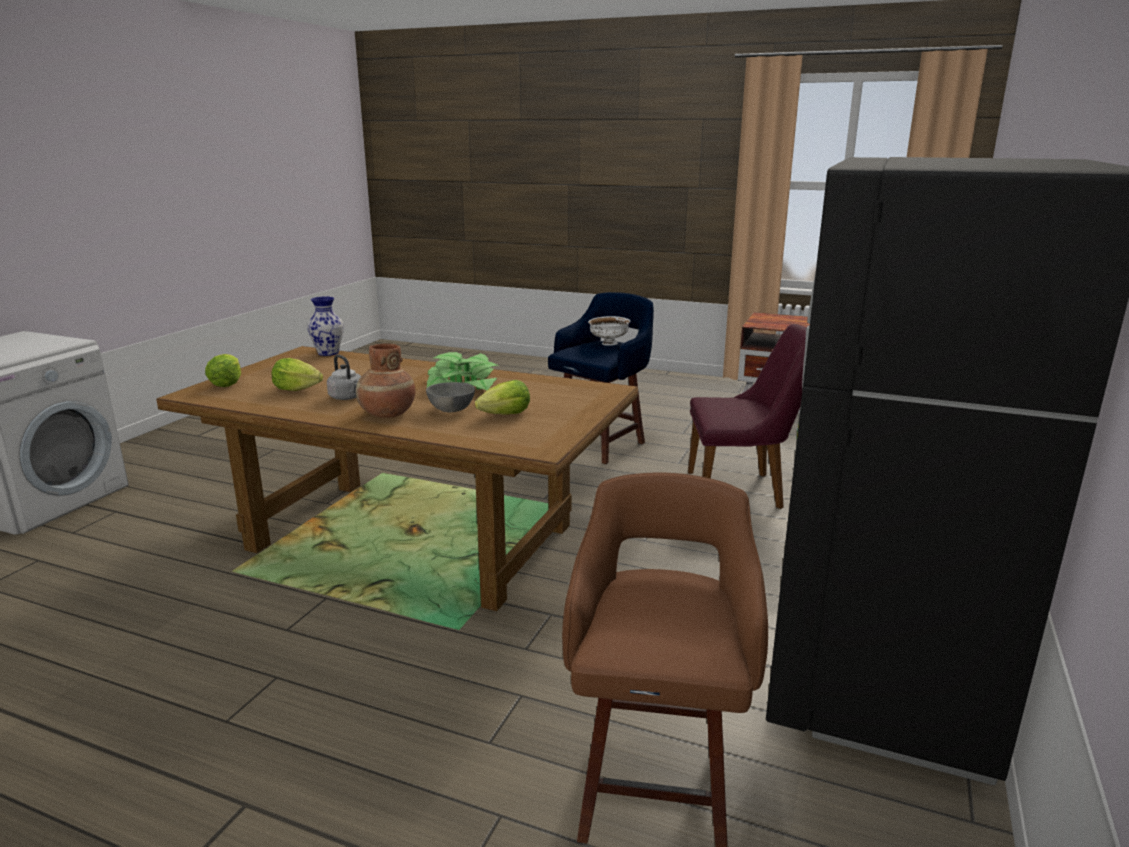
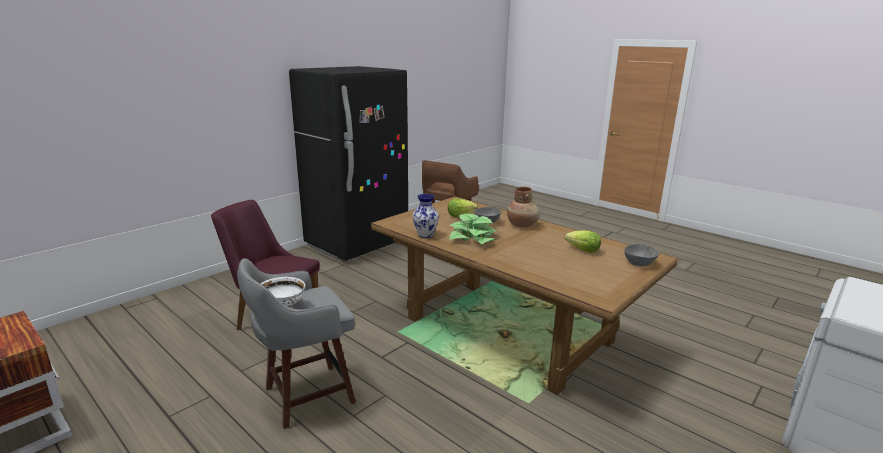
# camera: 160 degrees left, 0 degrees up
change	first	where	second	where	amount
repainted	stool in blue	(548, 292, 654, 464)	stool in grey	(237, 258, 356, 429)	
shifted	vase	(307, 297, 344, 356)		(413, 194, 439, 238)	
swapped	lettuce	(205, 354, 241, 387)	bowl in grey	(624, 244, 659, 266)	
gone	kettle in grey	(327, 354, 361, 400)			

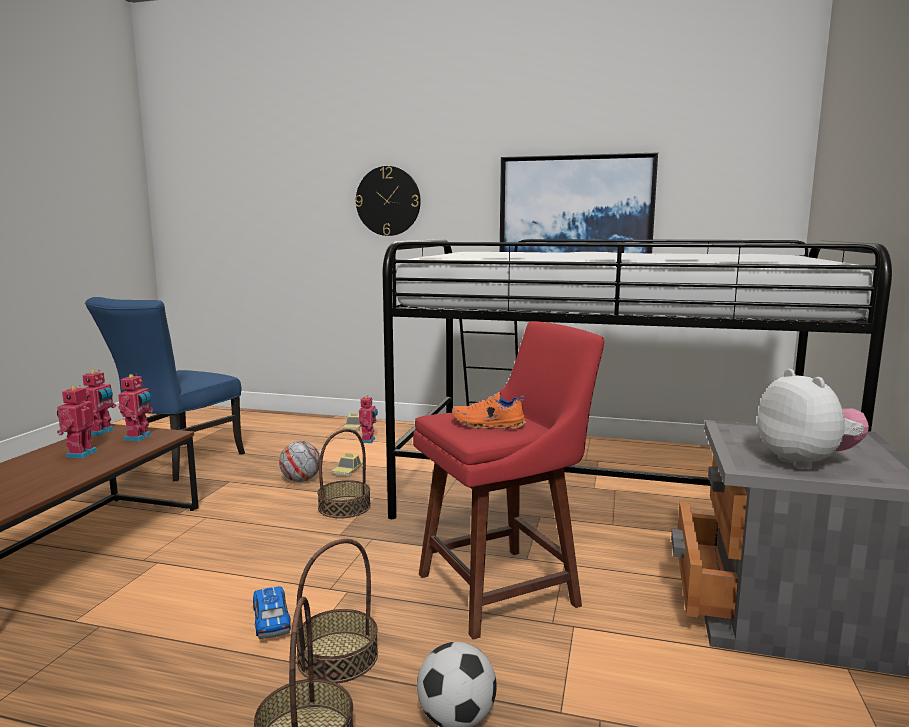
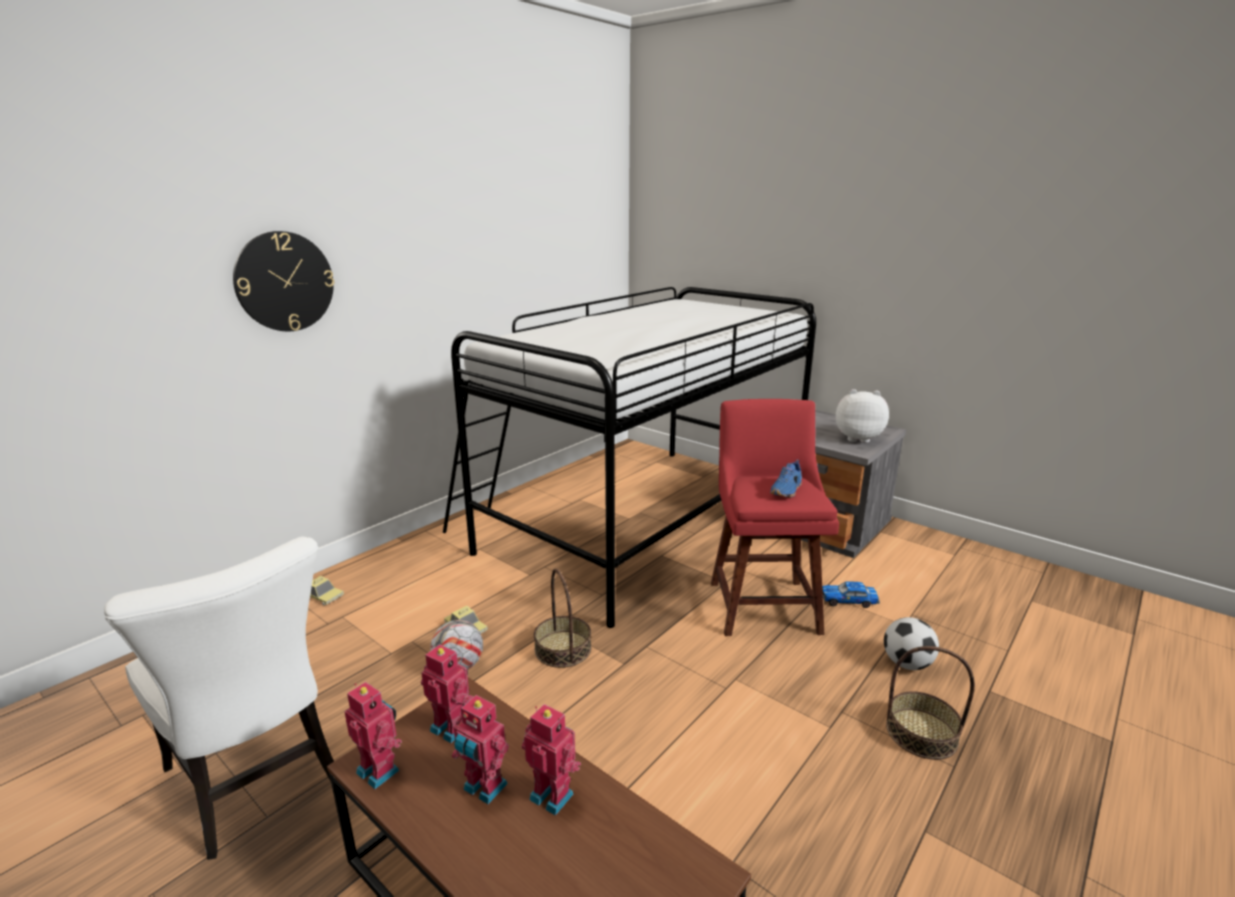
# camera: 65 degrees left, 10 degrees up
change	first	where	second	where	amount
repainted	chair in blue	(85, 297, 245, 481)	chair in white	(104, 536, 334, 860)	
shifted	toy robot	(359, 395, 378, 443)		(522, 704, 581, 816)	
repainted	shoe in orange	(452, 392, 526, 429)	shoe in blue	(770, 459, 802, 498)	
shifted	toy car	(253, 586, 290, 639)		(822, 581, 880, 608)	
gone	basket	(296, 539, 378, 683)			
gone	picture	(500, 152, 658, 253)			

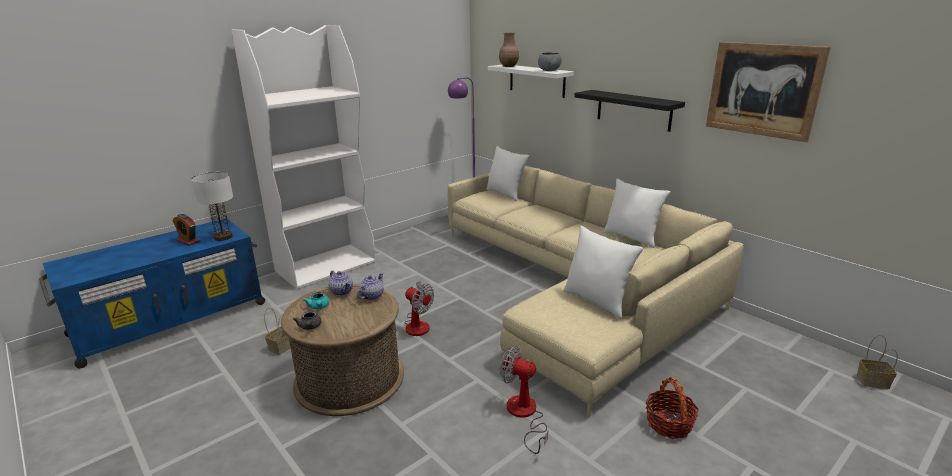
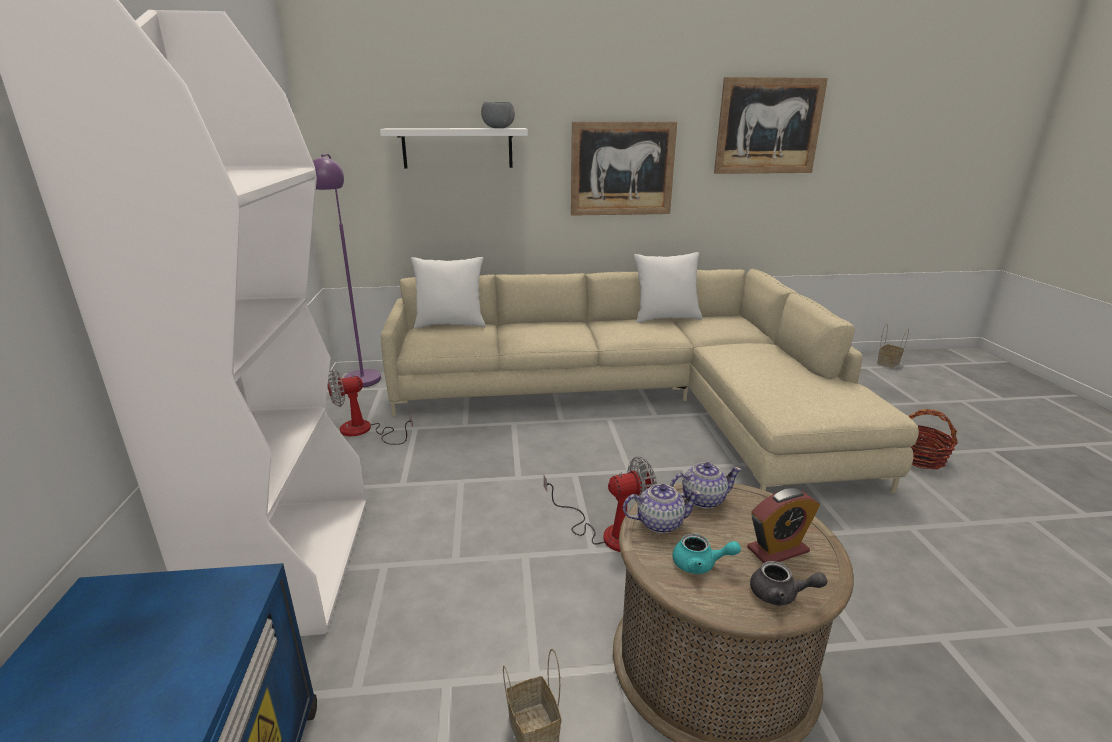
# camera: 55 degrees left, 0 degrees up
change	first	where	second	where	amount
shifted	fan	(500, 346, 548, 454)		(328, 369, 413, 445)	
swapped	shelf in black	(574, 90, 685, 132)	picture	(571, 122, 677, 216)	
rotated	teapot	(357, 273, 383, 300)		(670, 462, 742, 509)	105 degrees clockwise
shifted	alarm clock	(173, 214, 200, 246)		(747, 488, 820, 563)	
gone	table lamp	(191, 172, 233, 241)			
gone	vase in brown	(499, 33, 519, 67)			
gone	pillow in white	(563, 225, 643, 319)			

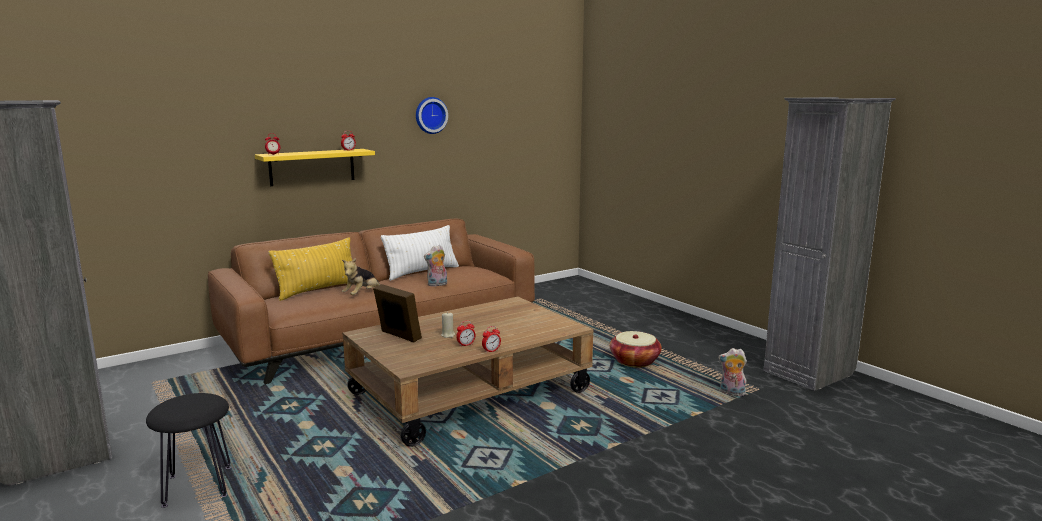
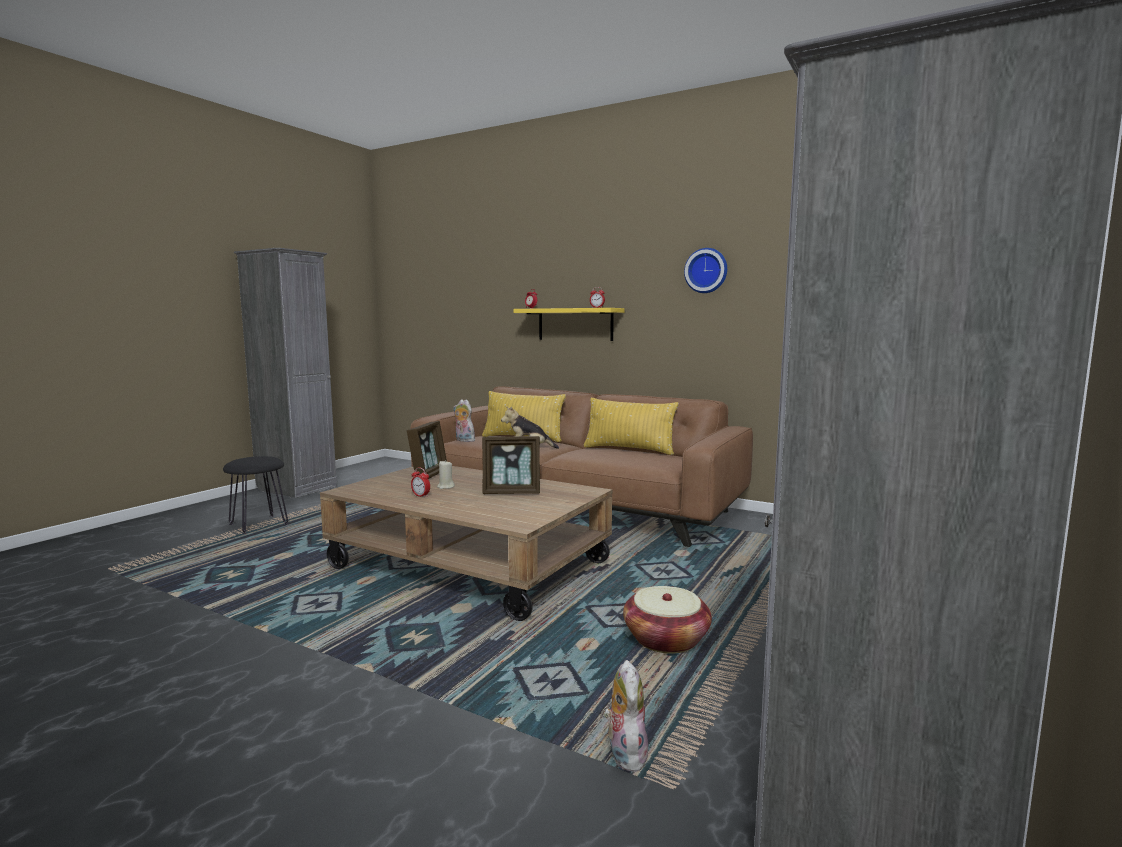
# camera: 65 degrees right, 5 degrees down
change	first	where	second	where	amount
shifted	plush toy	(424, 245, 447, 287)		(453, 399, 475, 442)	
new			picture frame	(482, 436, 540, 494)	
repainted	pillow in white	(381, 225, 459, 281)	pillow in yellow	(584, 398, 679, 455)	
gone	alarm clock	(482, 326, 501, 353)			

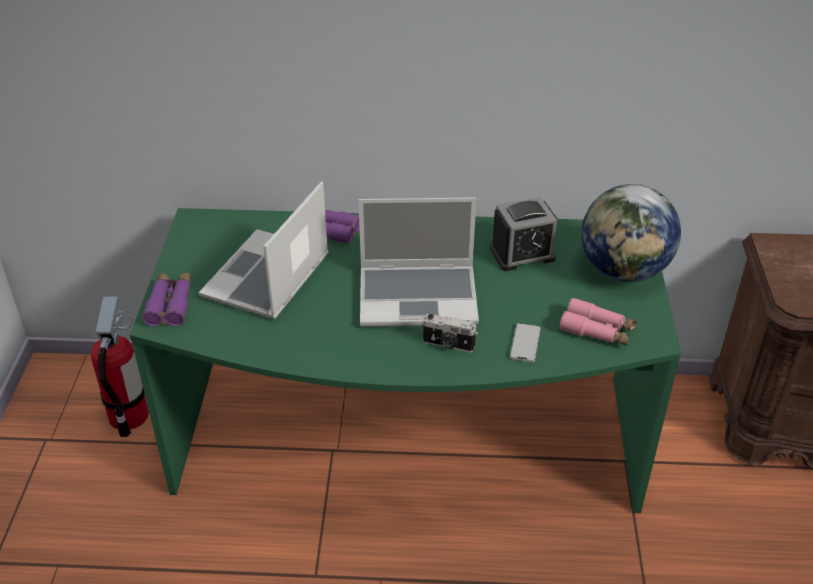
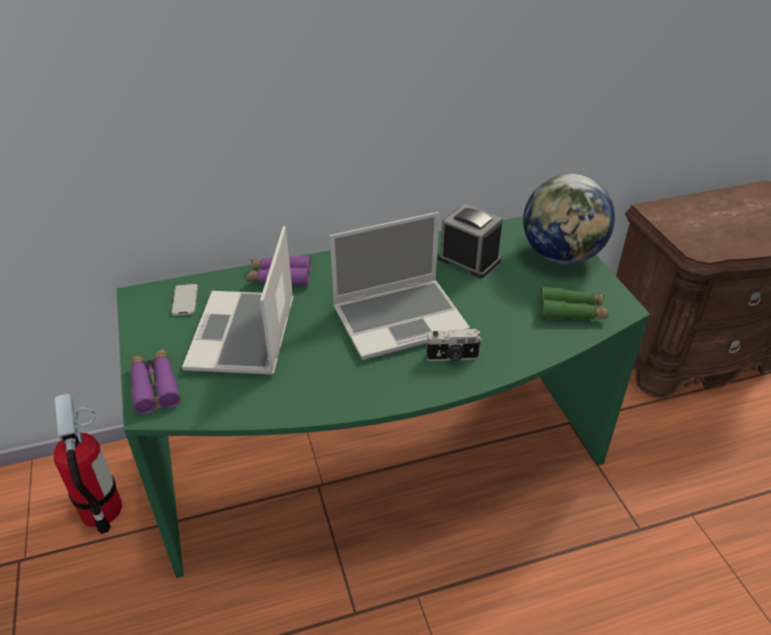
# camera: 20 degrees left, 0 degrees up
change	first	where	second	where	amount
shifted	phone	(510, 323, 541, 363)		(171, 283, 198, 316)	
rotated	alarm clock	(490, 197, 557, 271)		(438, 204, 503, 278)	105 degrees counterclockwise
repainted	binoculars in pink	(559, 297, 637, 346)	binoculars in green	(540, 287, 609, 320)	

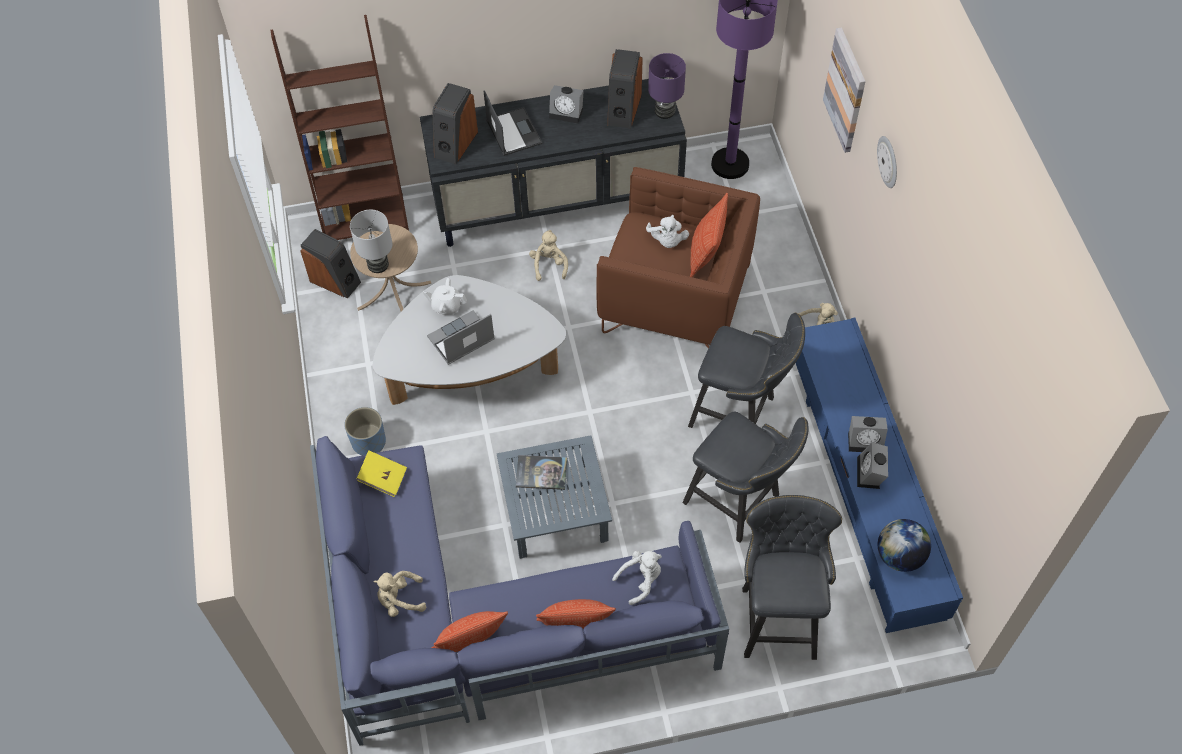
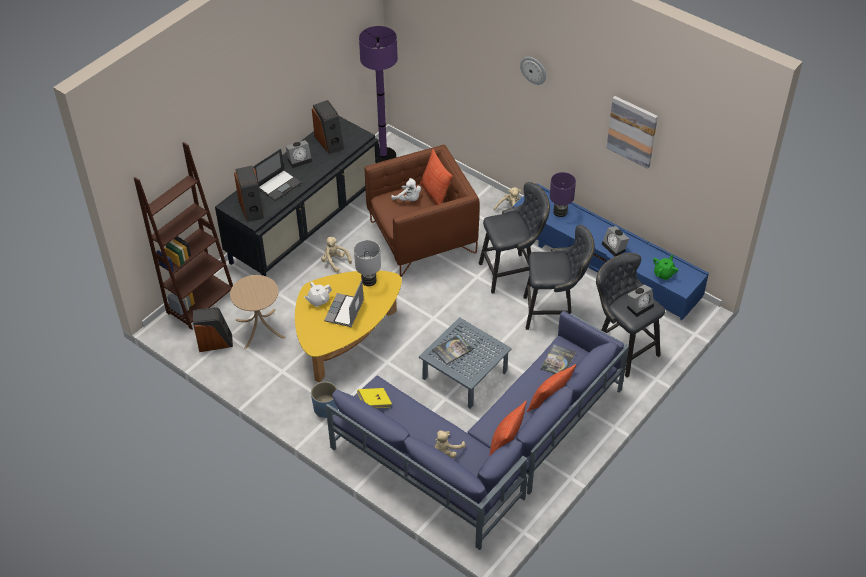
# camera: 40 degrees left, 10 degrees down
change	first	where	second	where	amount
rotated	laptop	(484, 90, 542, 156)		(253, 149, 302, 201)	105 degrees clockwise
repainted	coffee table in white	(373, 275, 566, 405)	coffee table in yellow	(295, 271, 402, 382)	
shifted	table lamp in grey	(350, 210, 392, 273)		(354, 240, 381, 286)	
swapped	plush toy in white	(612, 551, 662, 605)	book	(541, 344, 576, 374)	
shifted	table lamp in purple	(648, 53, 686, 119)		(550, 172, 576, 217)	
shifted	picture	(823, 27, 866, 153)		(606, 96, 658, 169)	
shifted	alarm clock	(848, 416, 888, 452)		(627, 285, 654, 317)	
swapped	globe	(878, 519, 931, 572)	teapot in green	(653, 255, 678, 280)	

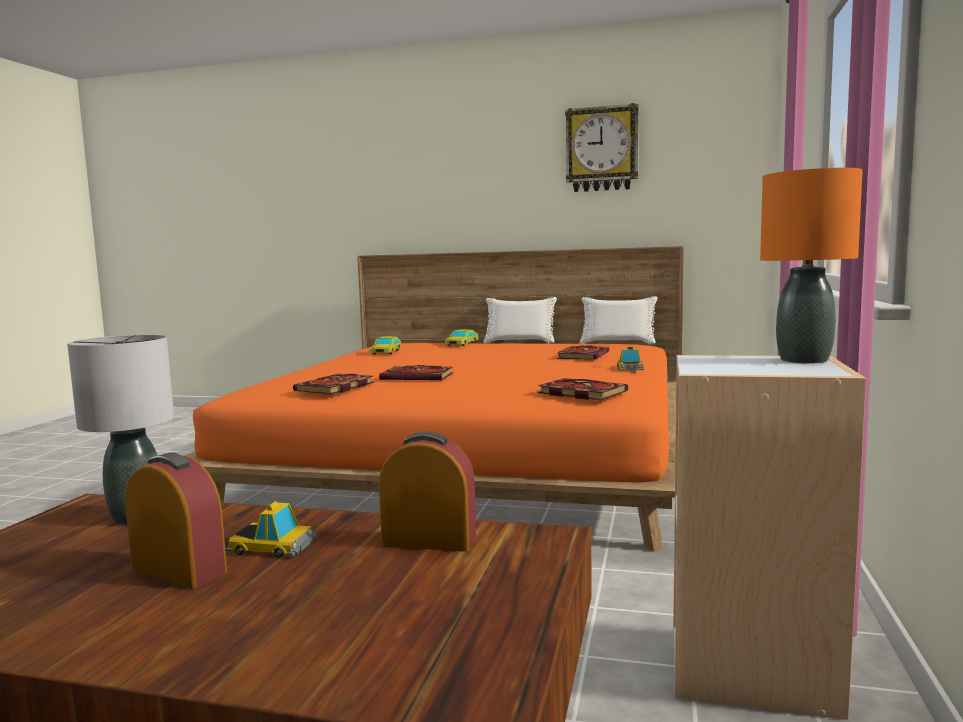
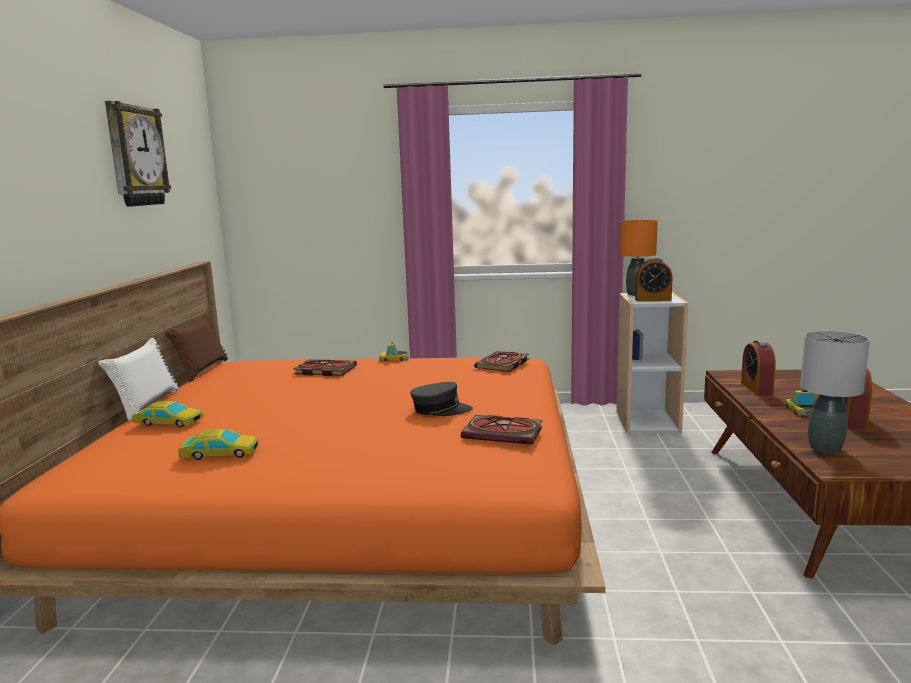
# camera: 100 degrees left, 5 degrees up
change	first	where	second	where	amount
repainted	pillow in white	(580, 296, 657, 344)	pillow in brown	(165, 314, 228, 382)	
swapped	book	(379, 365, 453, 380)	cap in grey	(410, 382, 473, 416)	
new			alarm clock	(635, 258, 673, 302)	

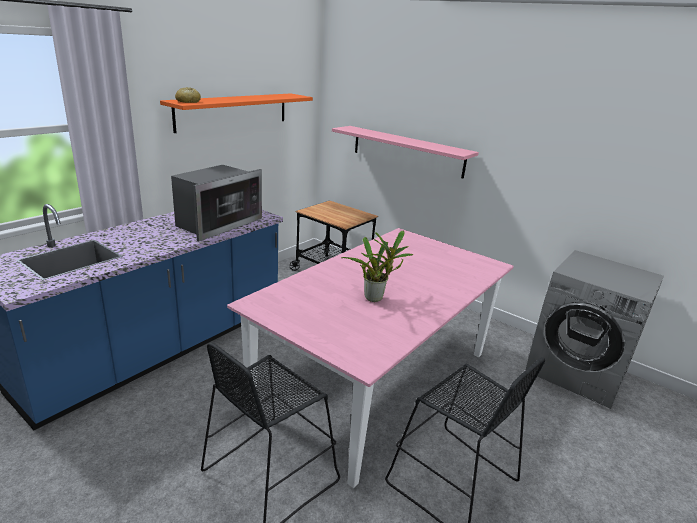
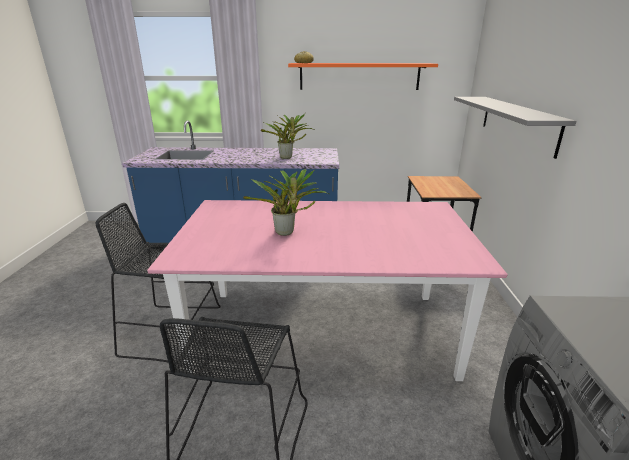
# camera: 55 degrees right, 0 degrees up
change	first	where	second	where	amount
swapped	microwave	(171, 165, 262, 241)	potted plant	(261, 114, 315, 159)	
repainted	shelf in pink	(332, 126, 479, 179)	shelf in grey	(454, 97, 576, 159)	

